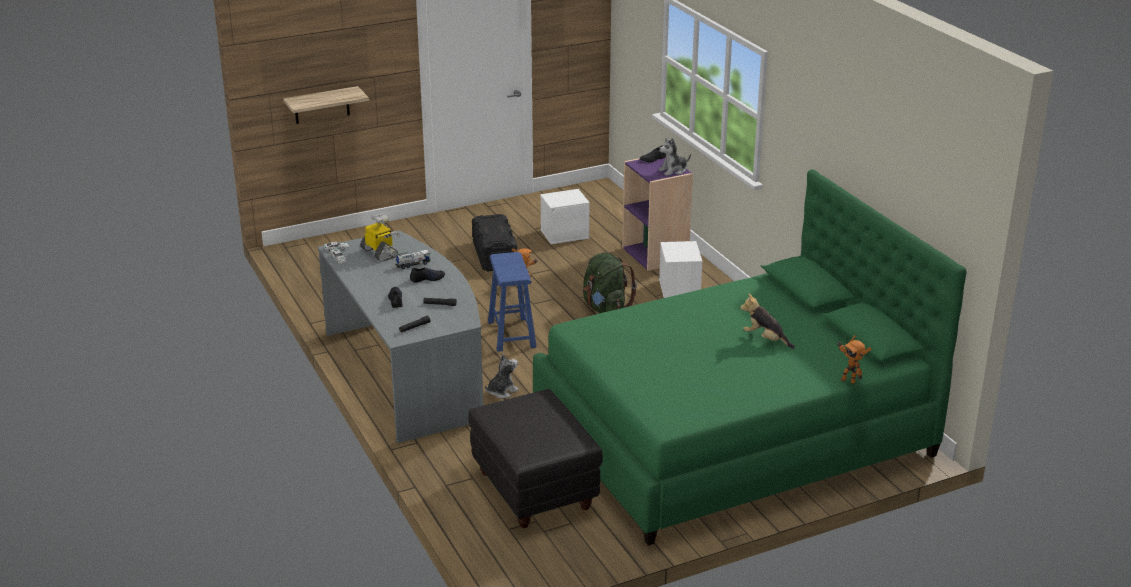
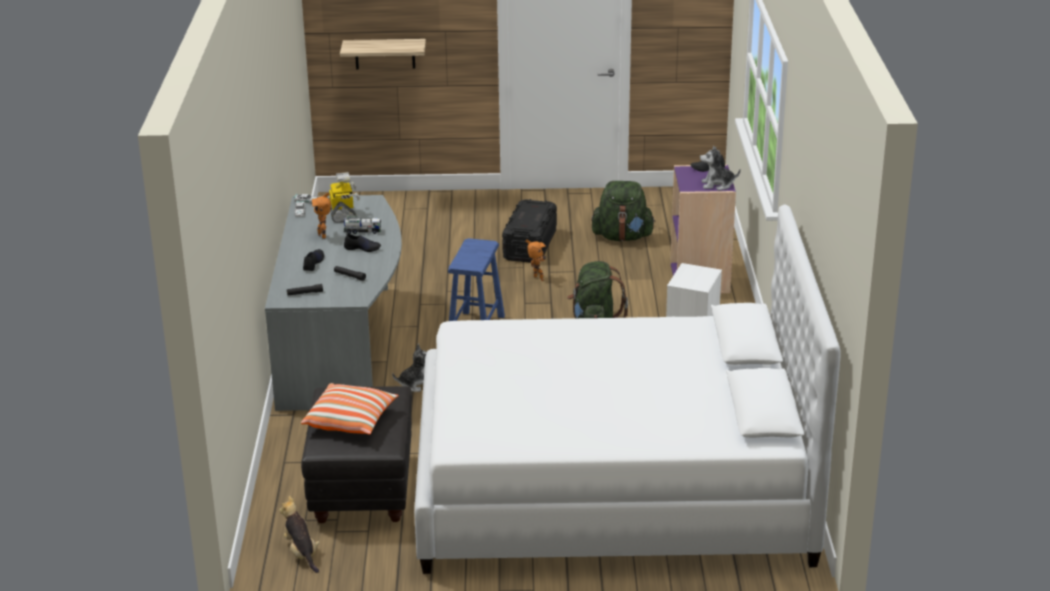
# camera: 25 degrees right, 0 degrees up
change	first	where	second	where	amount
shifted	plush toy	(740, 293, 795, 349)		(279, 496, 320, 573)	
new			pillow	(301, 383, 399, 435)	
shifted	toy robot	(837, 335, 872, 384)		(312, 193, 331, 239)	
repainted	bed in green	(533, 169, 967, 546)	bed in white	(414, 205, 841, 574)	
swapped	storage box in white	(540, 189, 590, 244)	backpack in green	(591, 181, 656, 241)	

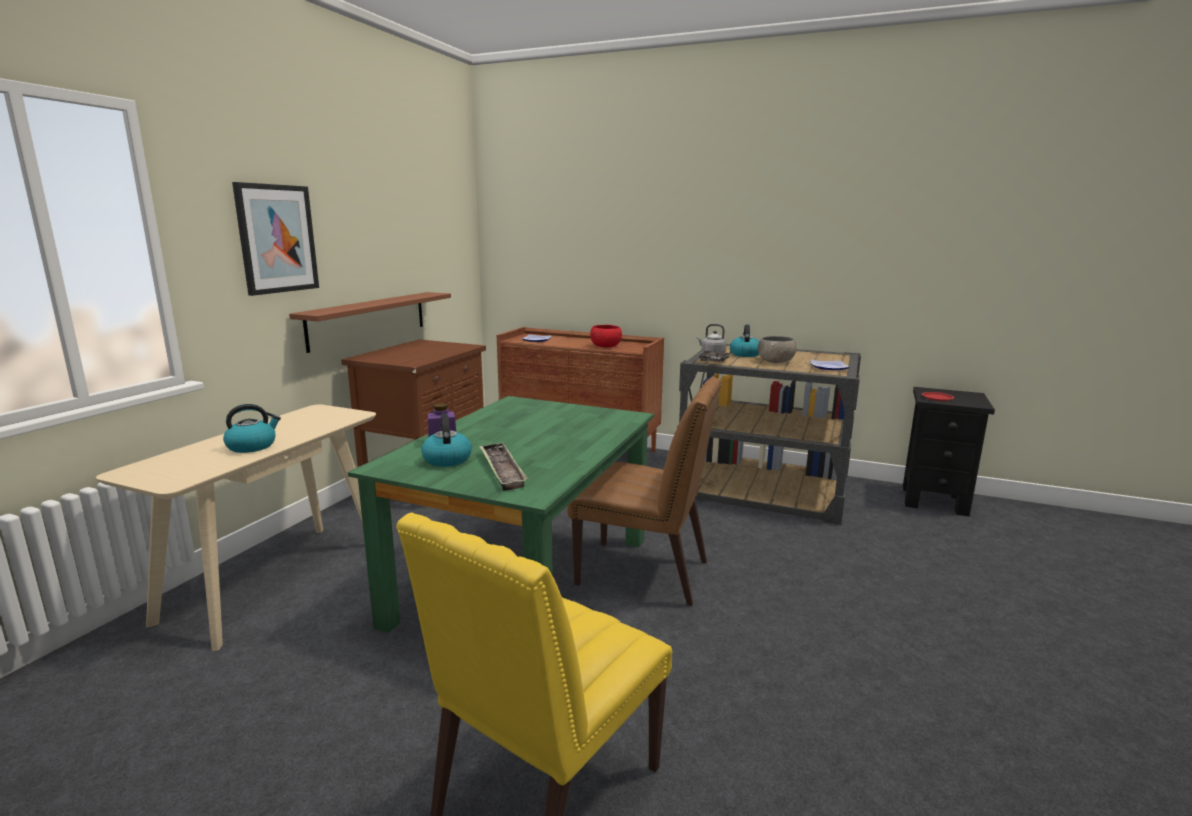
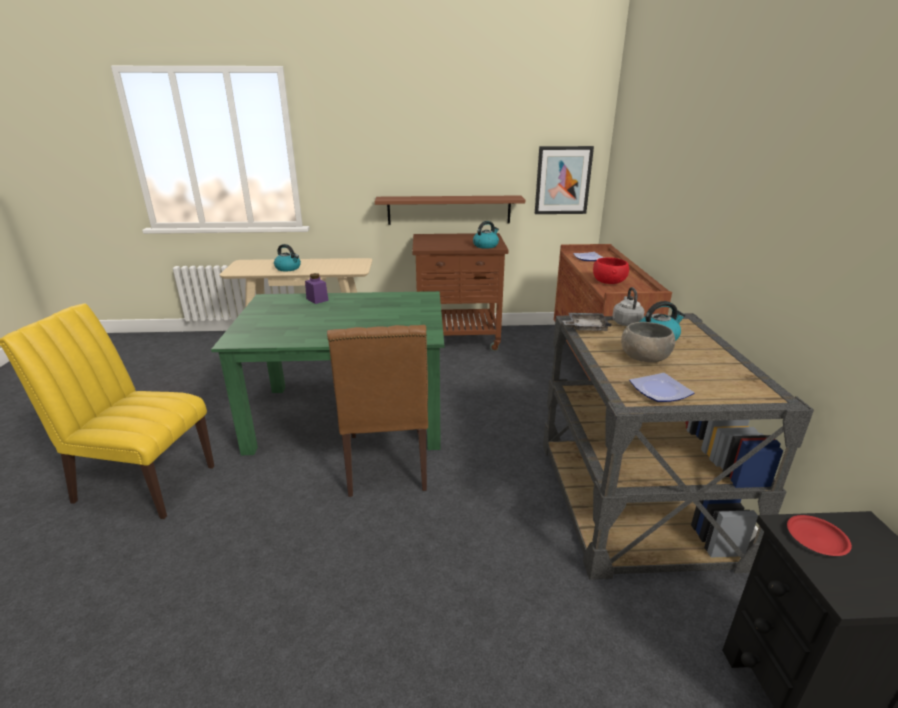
# camera: 65 degrees right, 10 degrees up
change	first	where	second	where	amount
shifted	kettle	(421, 414, 472, 467)		(473, 221, 499, 249)	
shifted	picture	(232, 182, 319, 296)		(535, 146, 594, 214)	
gone	tray	(479, 442, 528, 491)			

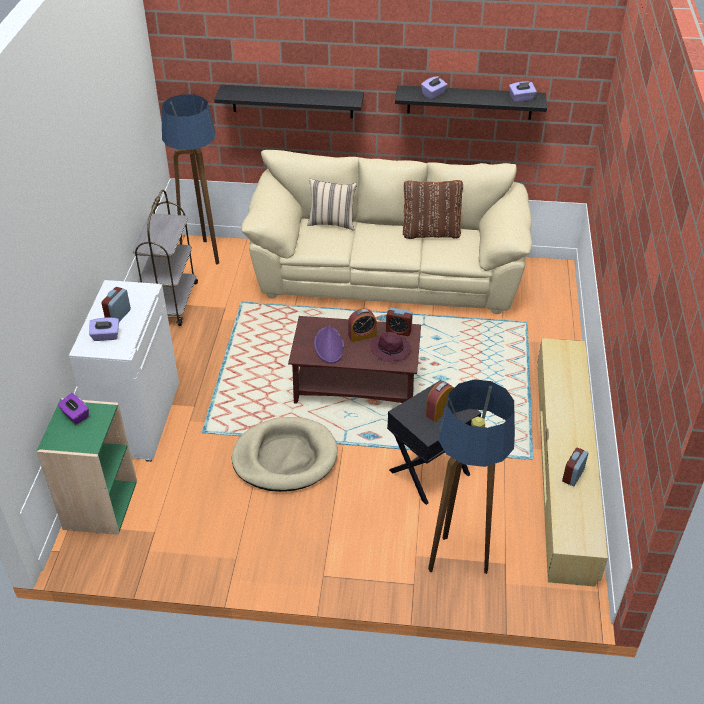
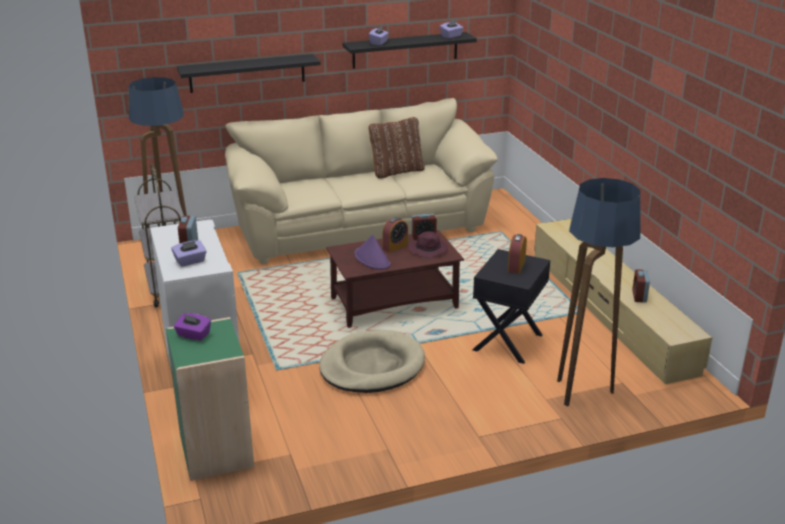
# camera: 25 degrees left, 15 degrees down
change	first	where	second	where	amount
gone	pillow in beige	(307, 179, 357, 231)			

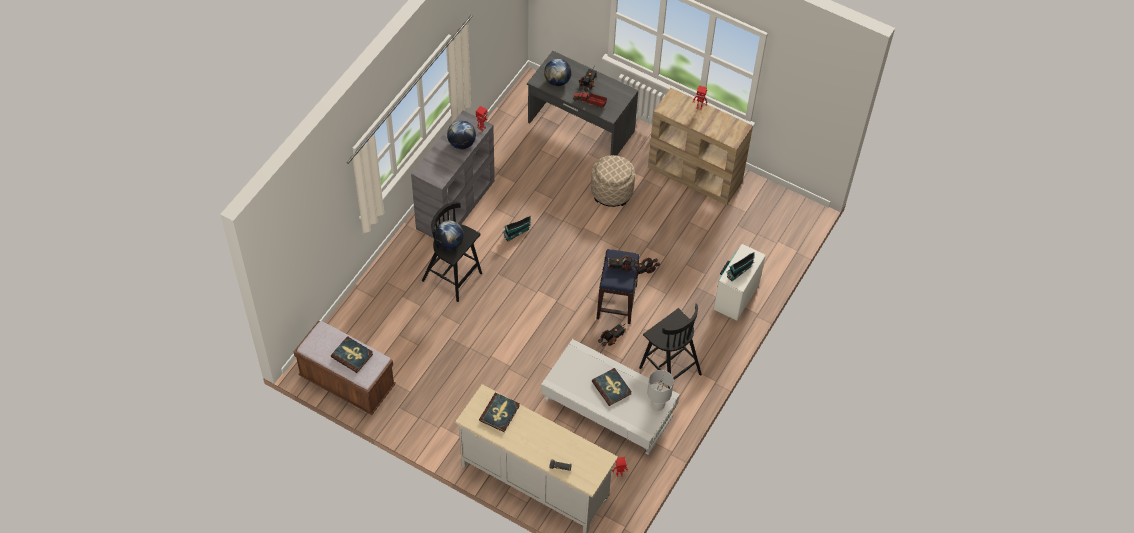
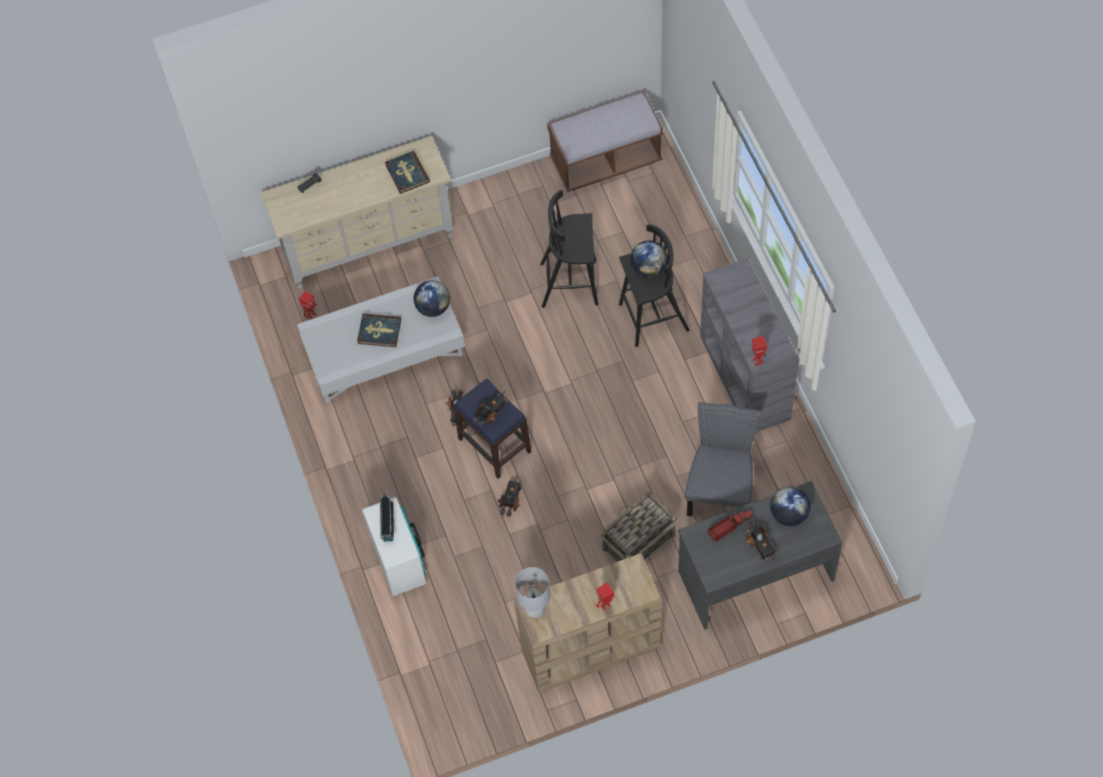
# camera: 135 degrees right, 5 degrees up
change	first	where	second	where	amount
shifted	globe	(447, 120, 476, 149)		(414, 280, 450, 317)	
shifted	table lamp in grey	(647, 370, 674, 411)		(515, 567, 550, 618)	
shifted	stool in black	(639, 304, 702, 389)		(540, 190, 598, 308)	
swapped	ottoman in beige	(591, 155, 635, 207)	basket	(601, 492, 677, 562)	
new			chair in grey	(685, 402, 761, 517)	
gone	book	(331, 336, 373, 373)			
gone	toy house	(503, 216, 531, 241)			

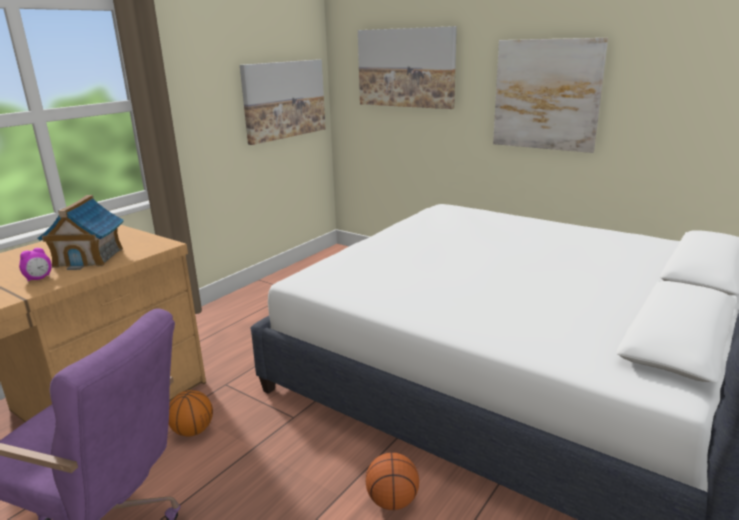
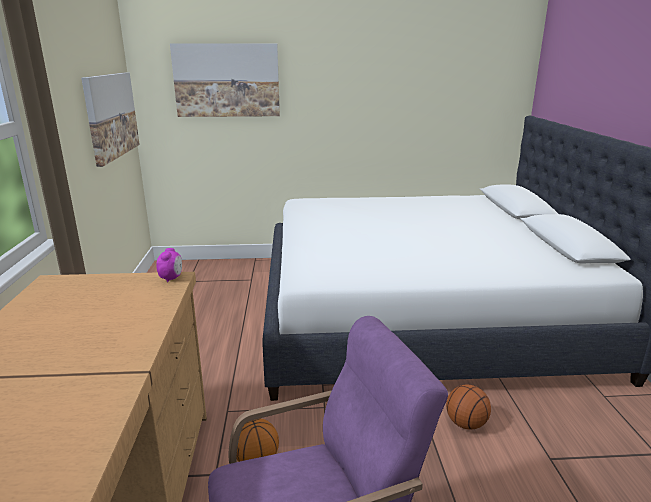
# camera: 40 degrees left, 0 degrees up
change	first	where	second	where	amount
shifted	alarm clock	(19, 248, 52, 281)		(156, 248, 182, 282)	
gone	toy house	(38, 195, 124, 270)			
gone	picture	(493, 38, 608, 153)			

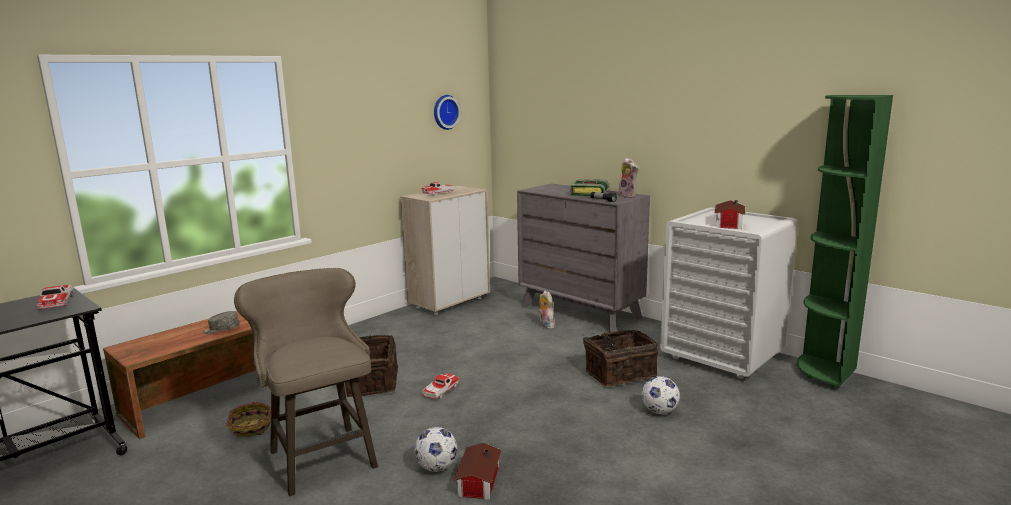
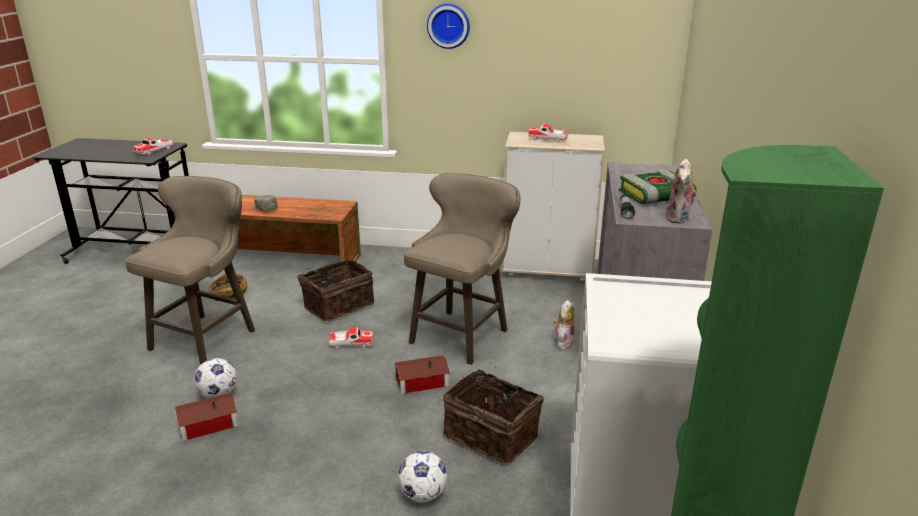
# camera: 55 degrees right, 10 degrees up
change	first	where	second	where	amount
shifted	toy house	(715, 200, 745, 229)		(394, 355, 450, 394)	
new			stool in beige	(404, 173, 520, 365)	
shifted	wall clock	(434, 95, 461, 130)		(427, 3, 470, 49)	

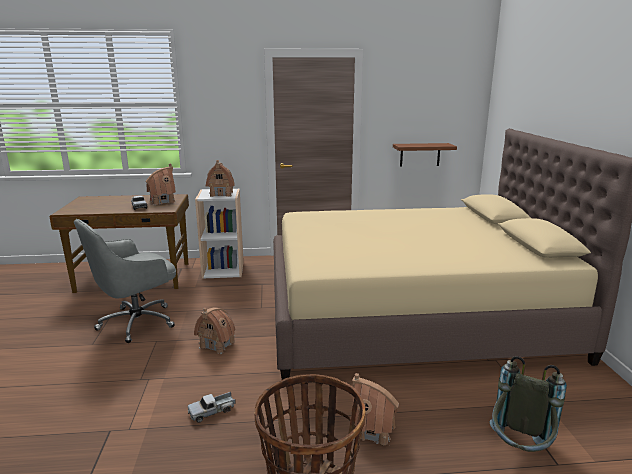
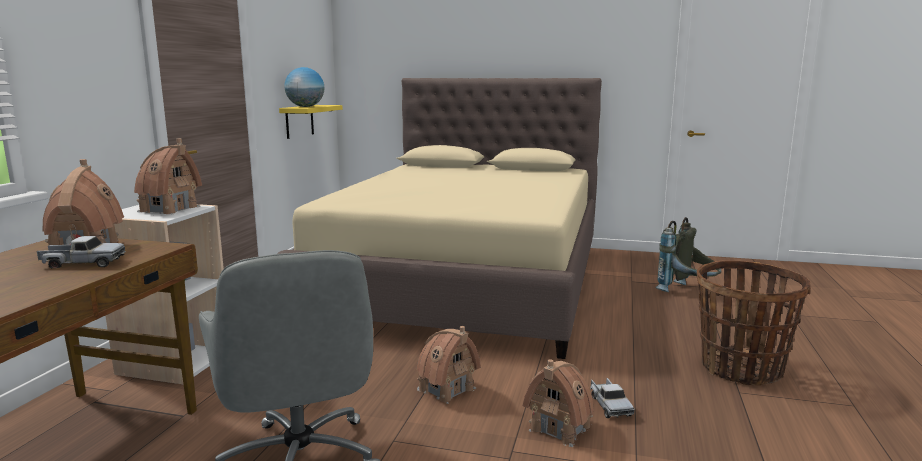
# camera: 70 degrees left, 5 degrees down
change	first	where	second	where	amount
repainted	shelf in brown	(393, 143, 457, 167)	shelf in yellow	(279, 105, 343, 139)	
new			globe	(284, 67, 324, 107)	
shifted	toy house	(351, 373, 399, 445)		(522, 359, 594, 447)	

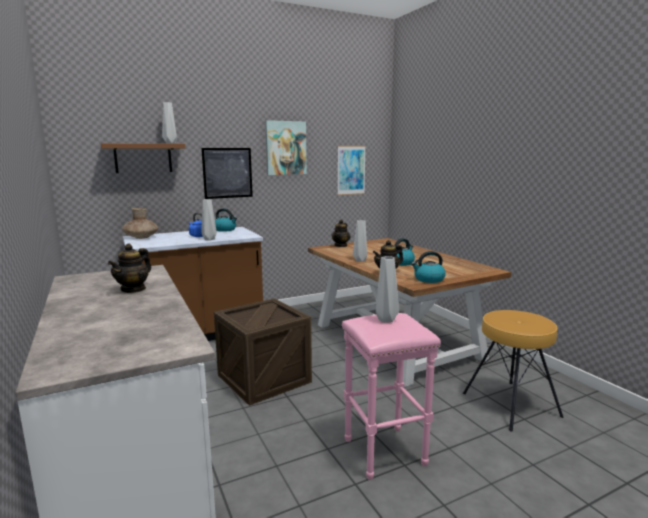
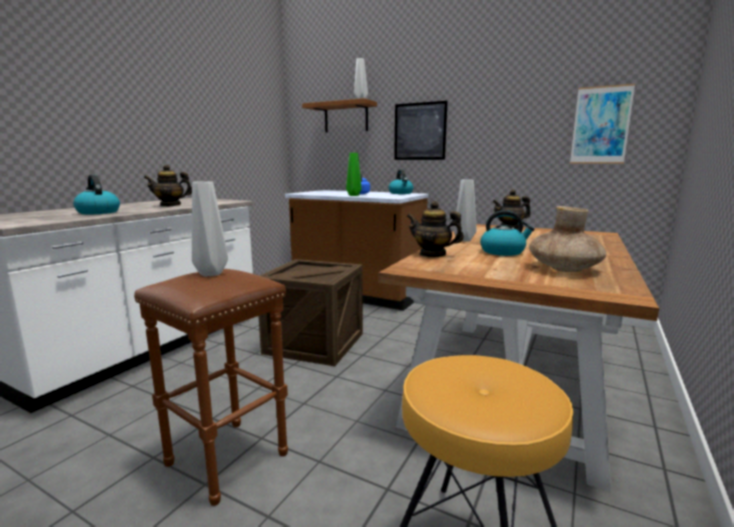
# camera: 55 degrees right, 0 degrees up
change	first	where	second	where	amount
shifted	kettle	(411, 251, 446, 283)		(73, 175, 120, 214)	
repainted	stool in pink	(342, 313, 441, 480)	stool in brown	(134, 269, 288, 506)	
repainted	vase in grey	(201, 199, 217, 241)	vase in green	(346, 153, 361, 196)	
shifted	vase in brown	(122, 208, 158, 239)		(529, 206, 606, 272)	
gone	picture	(265, 120, 307, 175)			

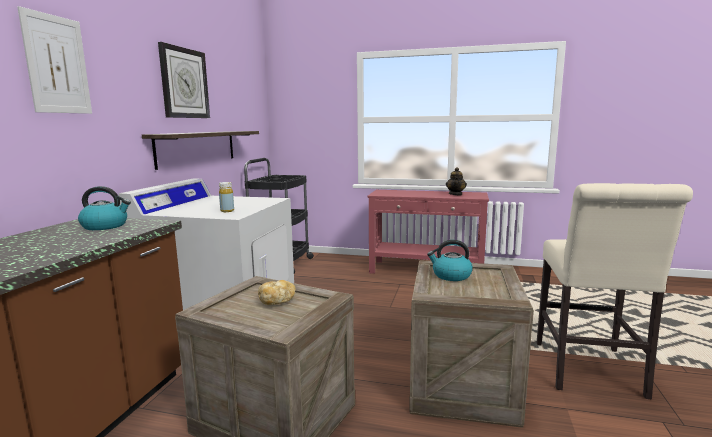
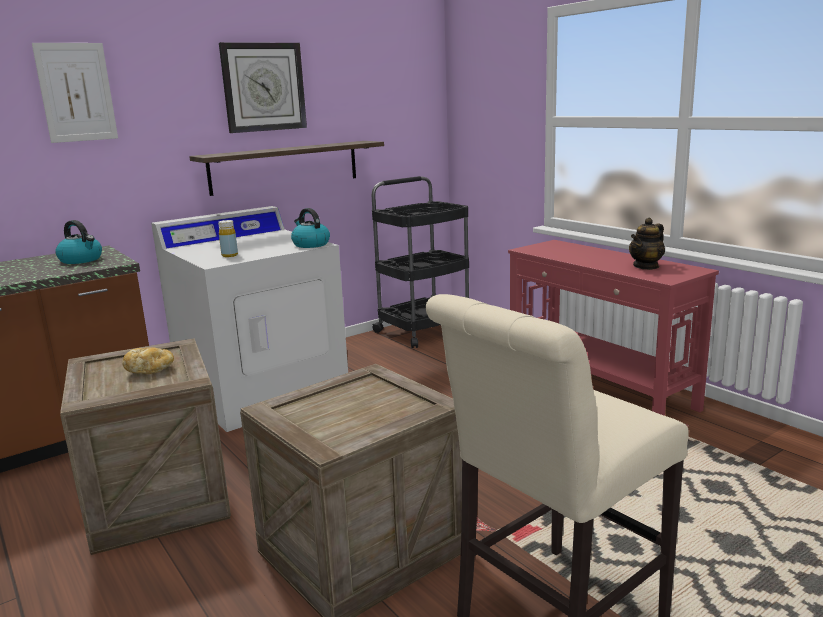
# camera: 40 degrees right, 5 degrees up
change	first	where	second	where	amount
shifted	kettle	(427, 240, 473, 281)		(291, 208, 330, 248)	

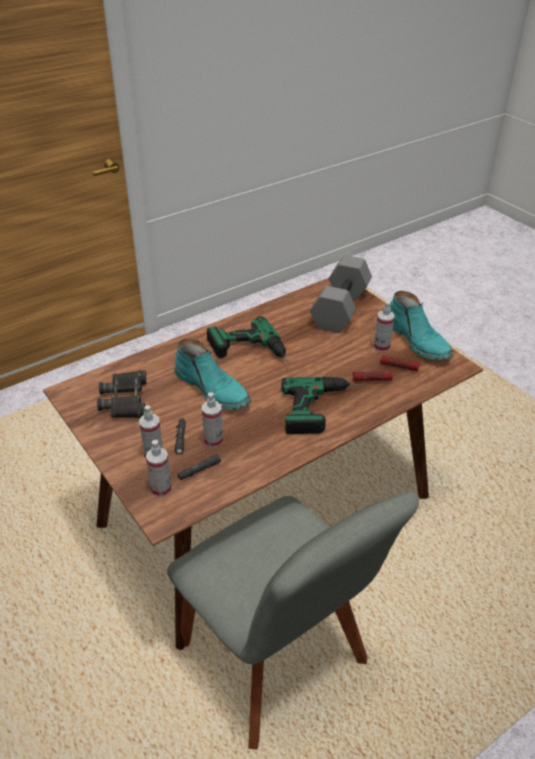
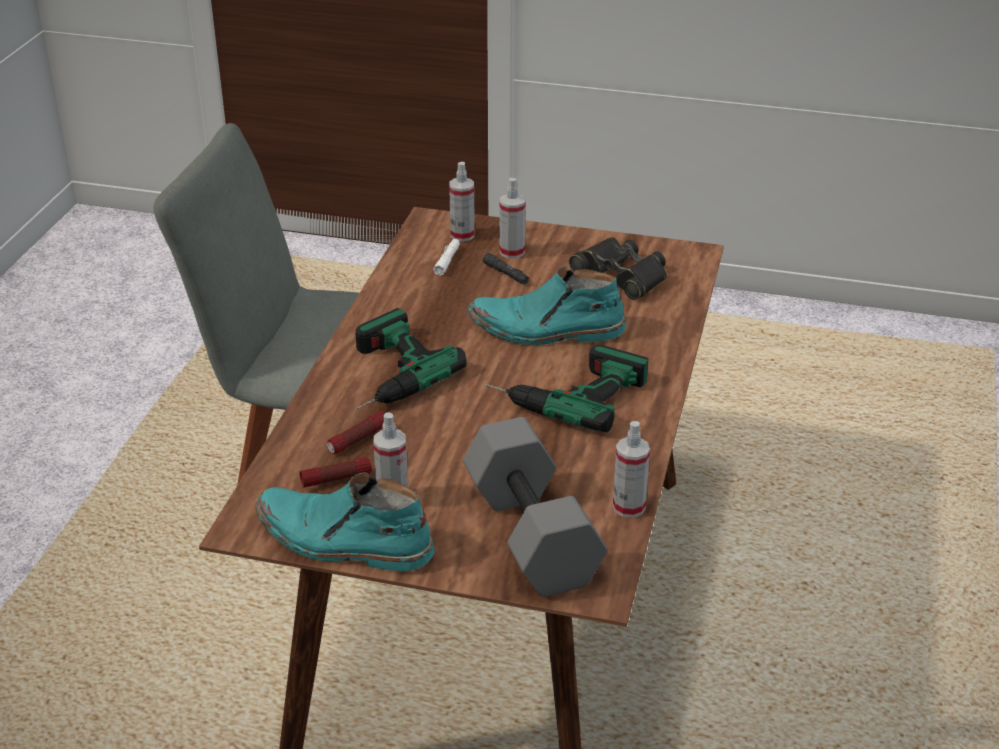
# camera: 140 degrees right, 5 degrees down
change	first	where	second	where	amount
repainted	flashlight in black	(178, 454, 221, 480)	flashlight in white	(433, 239, 460, 276)	
shifted	spray bottle	(202, 392, 223, 448)		(613, 421, 650, 518)	

